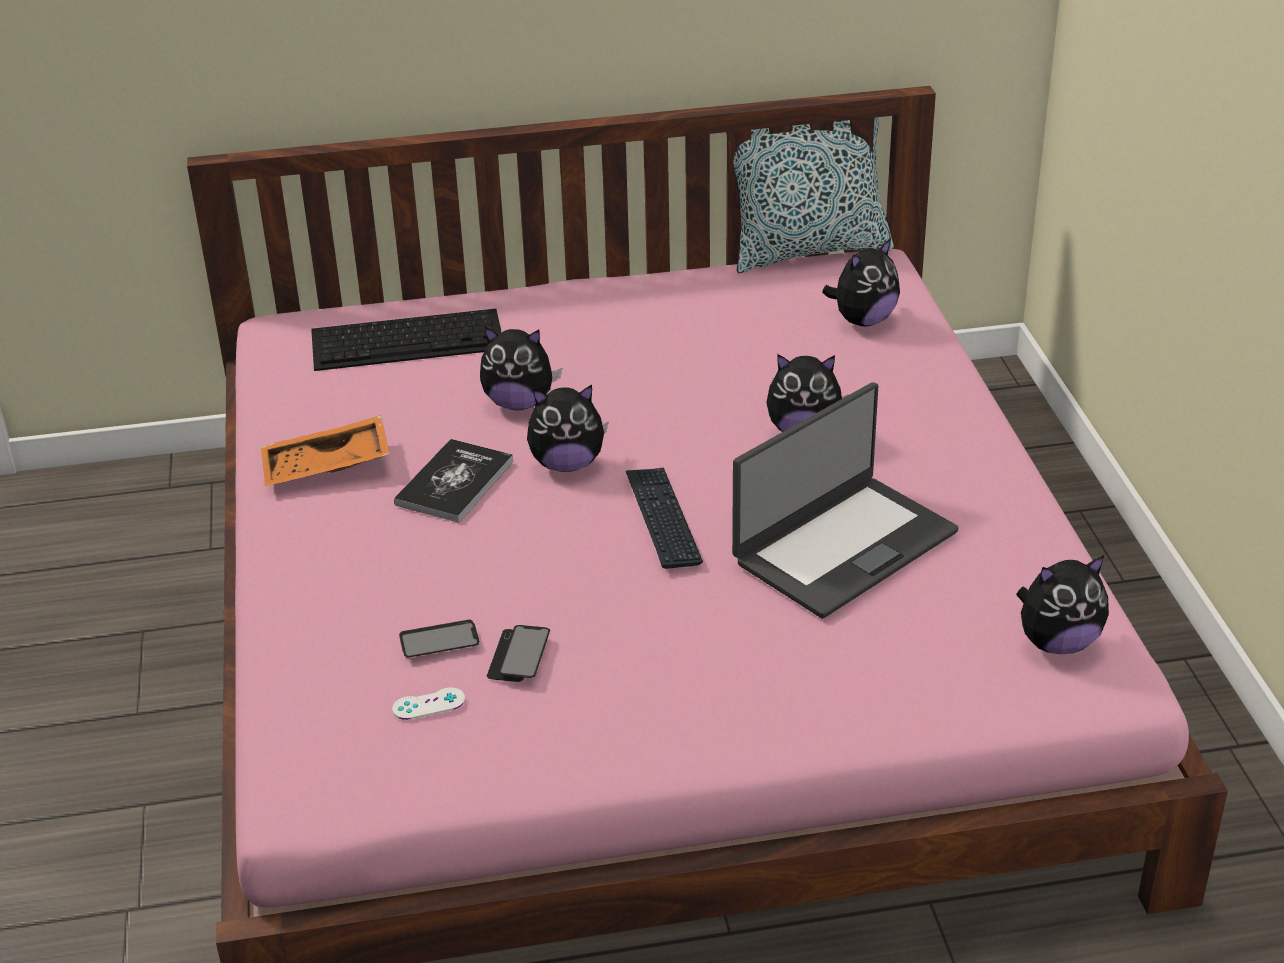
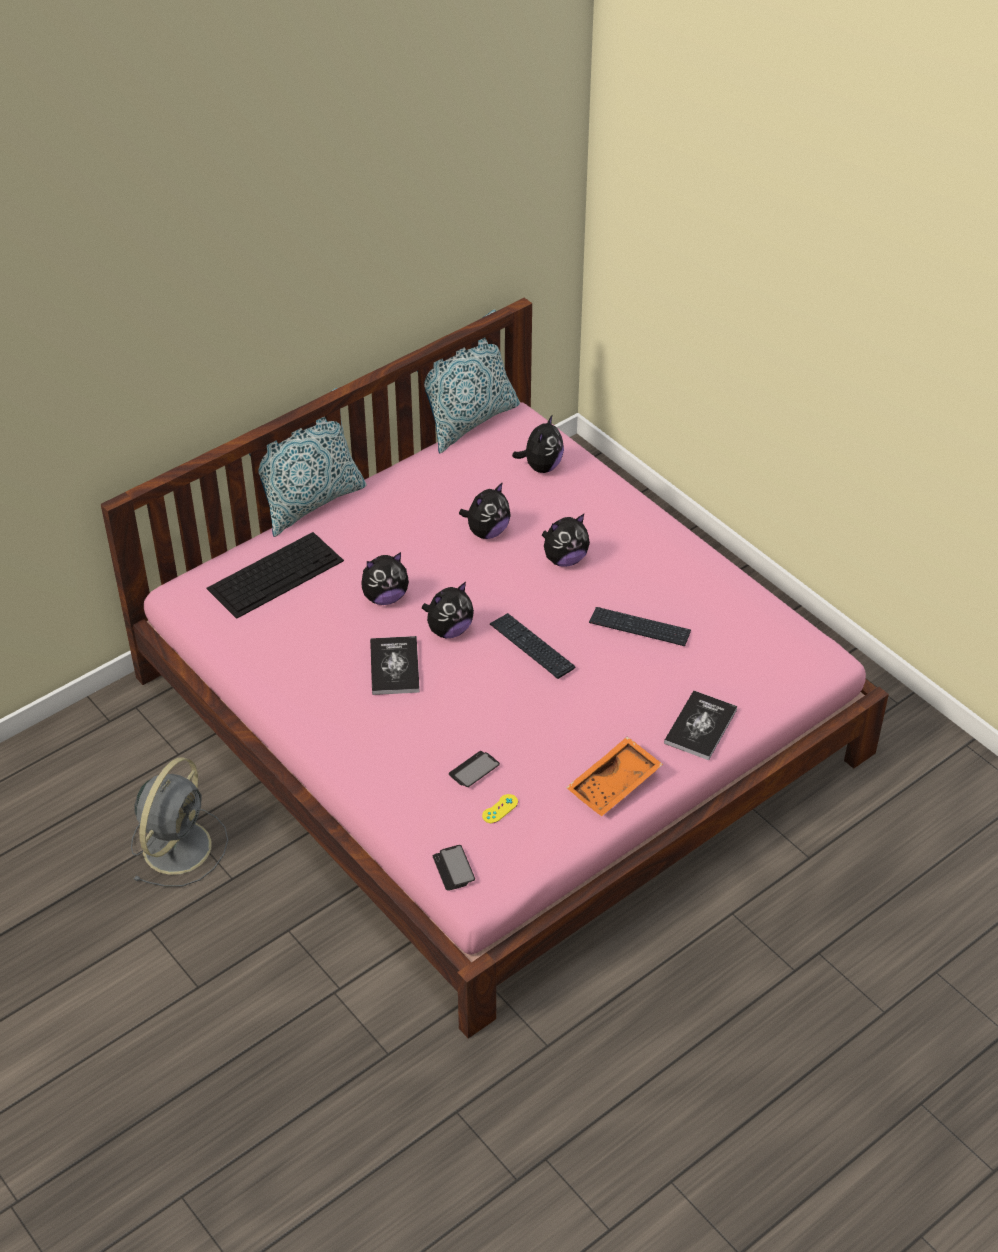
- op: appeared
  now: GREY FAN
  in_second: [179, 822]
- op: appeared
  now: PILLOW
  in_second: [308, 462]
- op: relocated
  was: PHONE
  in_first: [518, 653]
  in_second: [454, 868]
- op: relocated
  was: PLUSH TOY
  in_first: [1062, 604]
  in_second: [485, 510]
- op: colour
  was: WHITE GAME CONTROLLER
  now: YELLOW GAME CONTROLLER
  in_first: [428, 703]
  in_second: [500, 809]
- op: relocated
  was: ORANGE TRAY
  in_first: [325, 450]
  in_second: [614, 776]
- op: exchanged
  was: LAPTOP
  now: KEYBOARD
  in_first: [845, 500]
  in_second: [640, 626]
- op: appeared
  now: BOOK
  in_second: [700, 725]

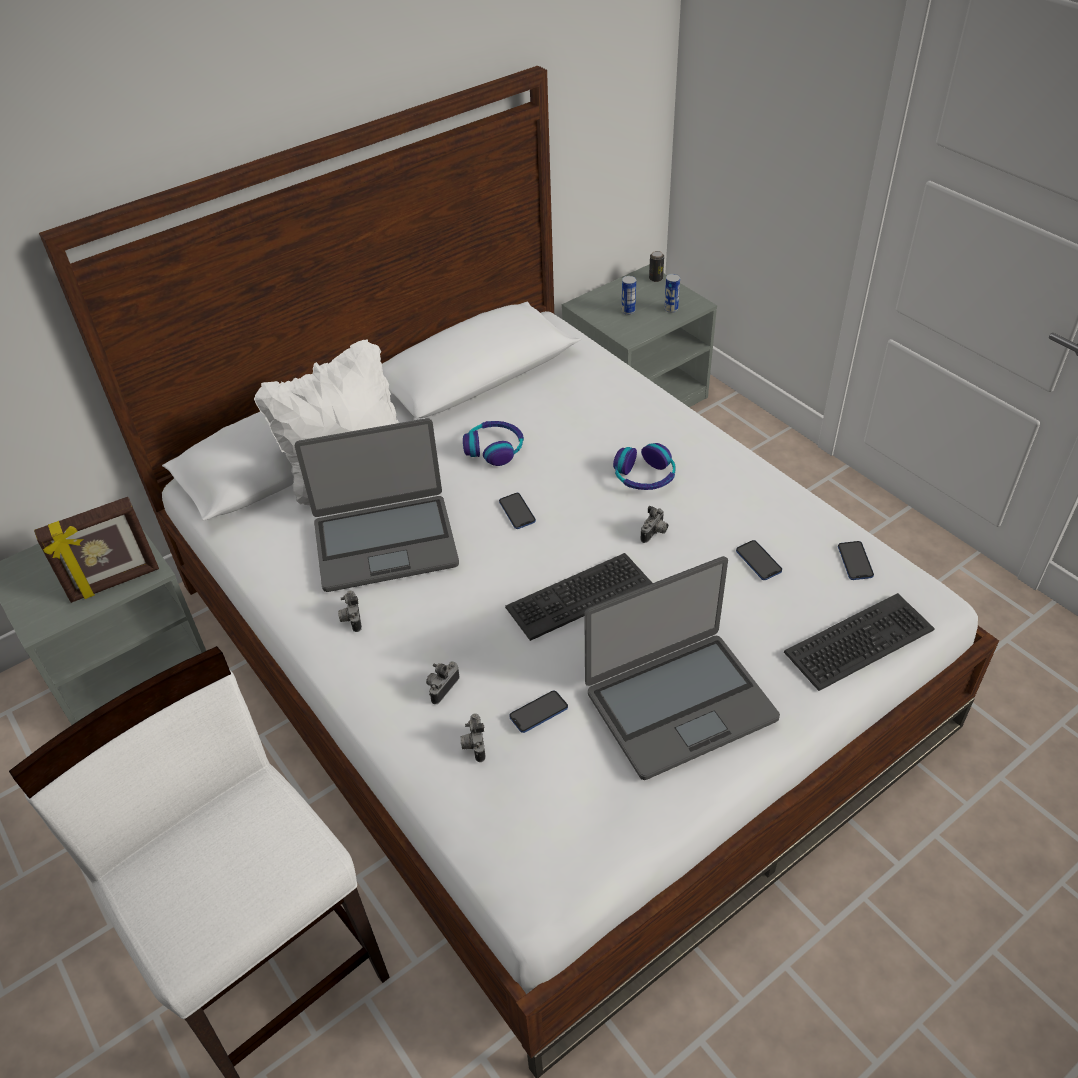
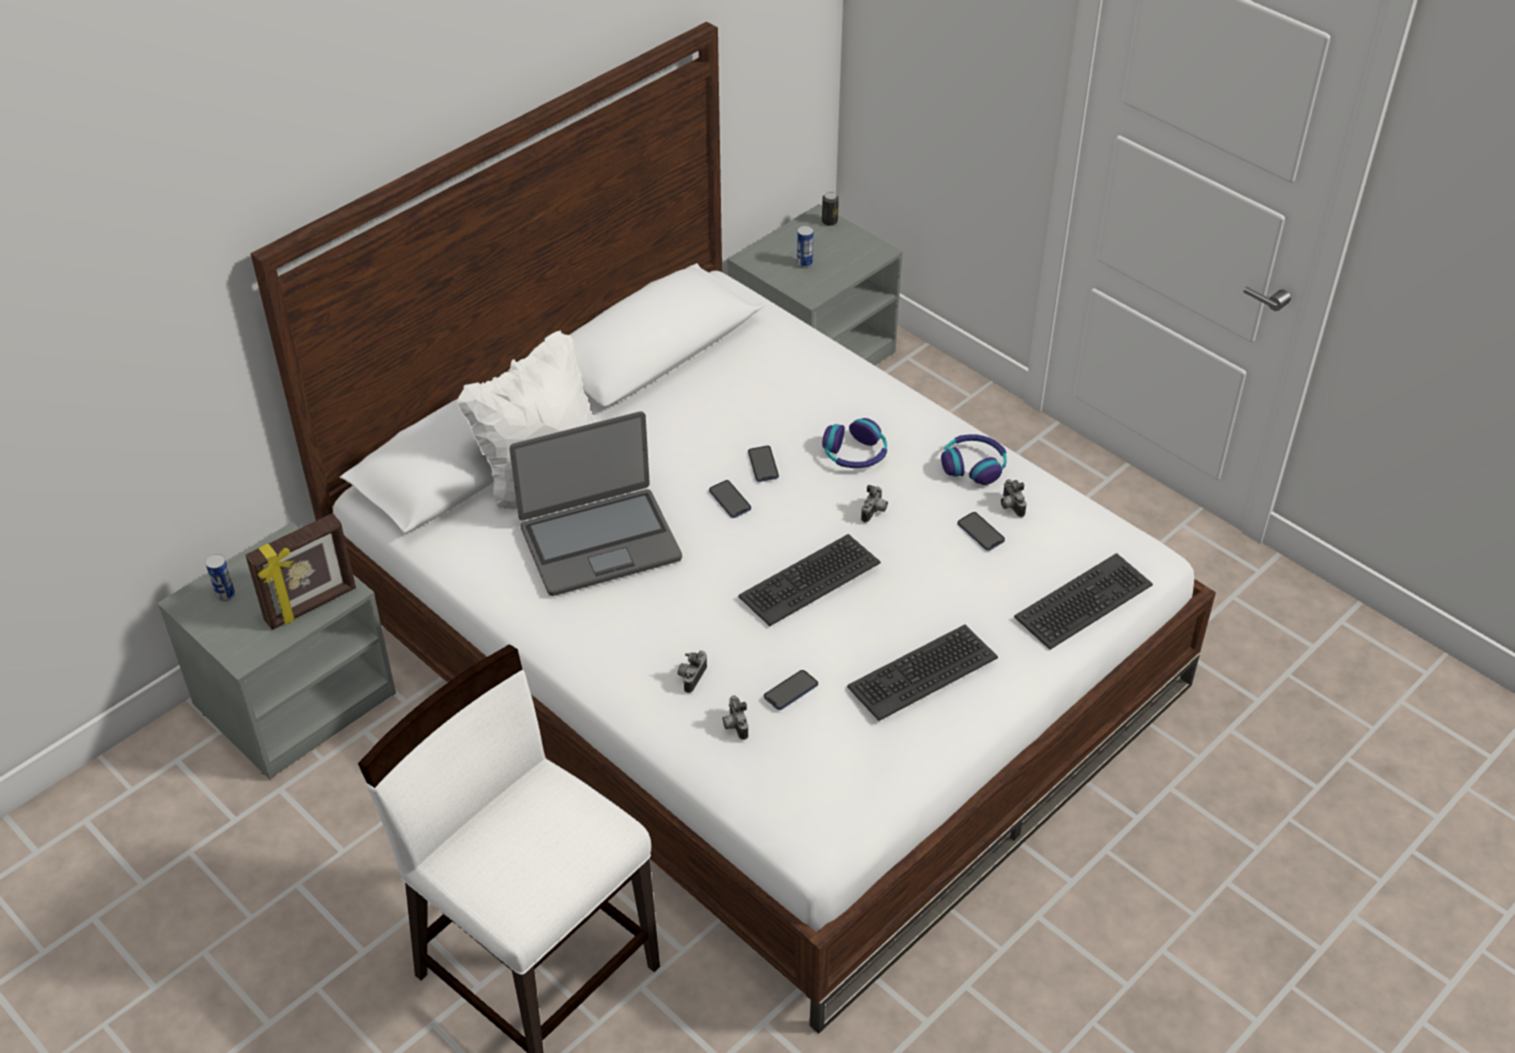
- op: relocated
  was: CAN
  in_first: [672, 293]
  in_second: [220, 577]
- op: relocated
  was: PHONE
  in_first: [856, 560]
  in_second: [763, 464]
- op: exchanged
  was: LAPTOP
  now: KEYBOARD
  in_first: [682, 668]
  in_second: [922, 672]
- op: relocated
  was: HEADPHONES
  in_first: [493, 443]
  in_second: [974, 459]
- op: relocated
  was: PHOTO CAMERA
  in_first: [350, 611]
  in_second: [1014, 498]

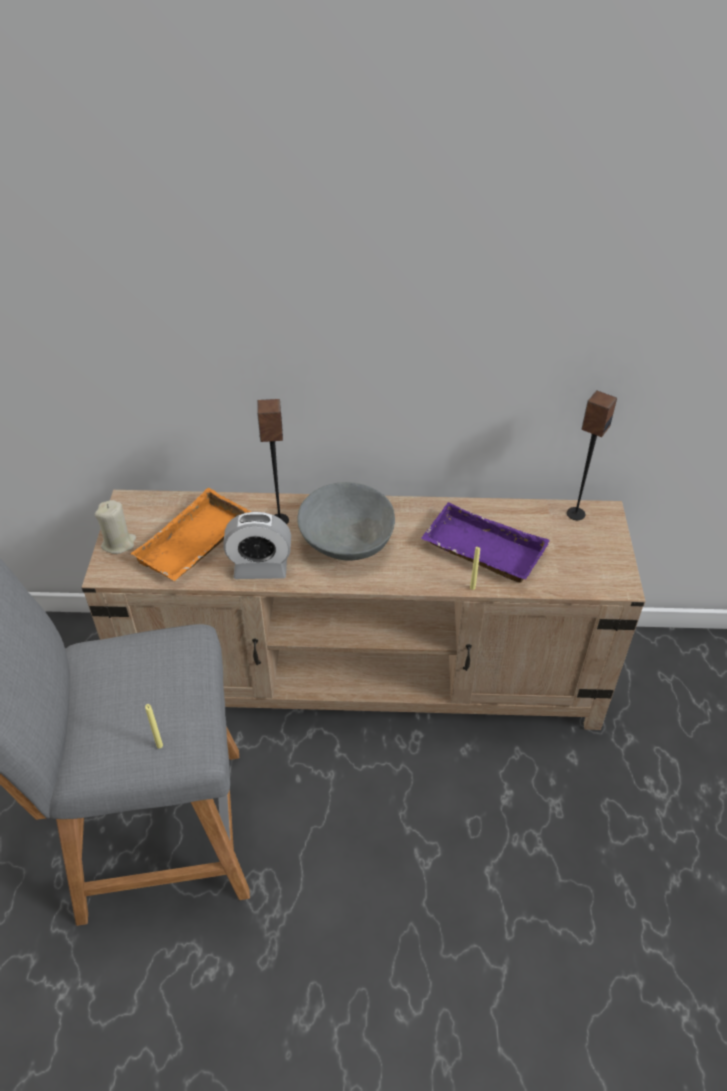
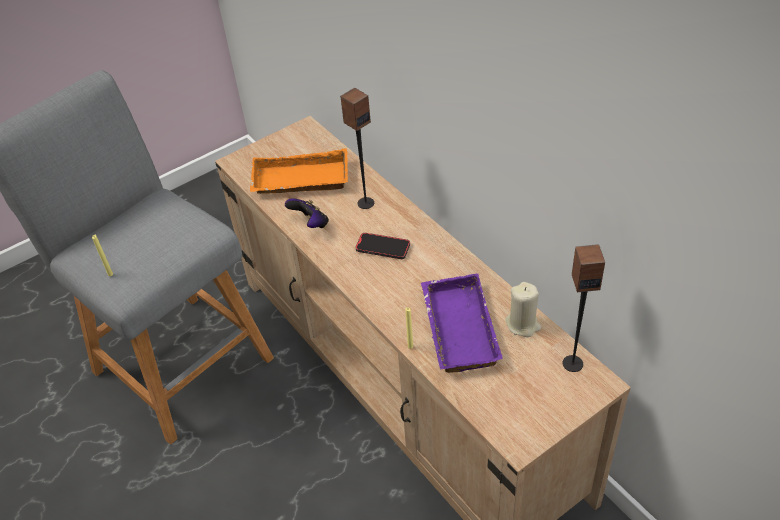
- op: exchanged
  was: ALARM CLOCK
  now: GAME CONTROLLER
  in_first: [257, 545]
  in_second: [307, 213]
- op: exchanged
  was: GREY BOWL
  now: PHONE
  in_first: [346, 521]
  in_second: [383, 246]
- op: relocated
  was: BEIGE CANDLE
  in_first: [115, 527]
  in_second: [523, 309]

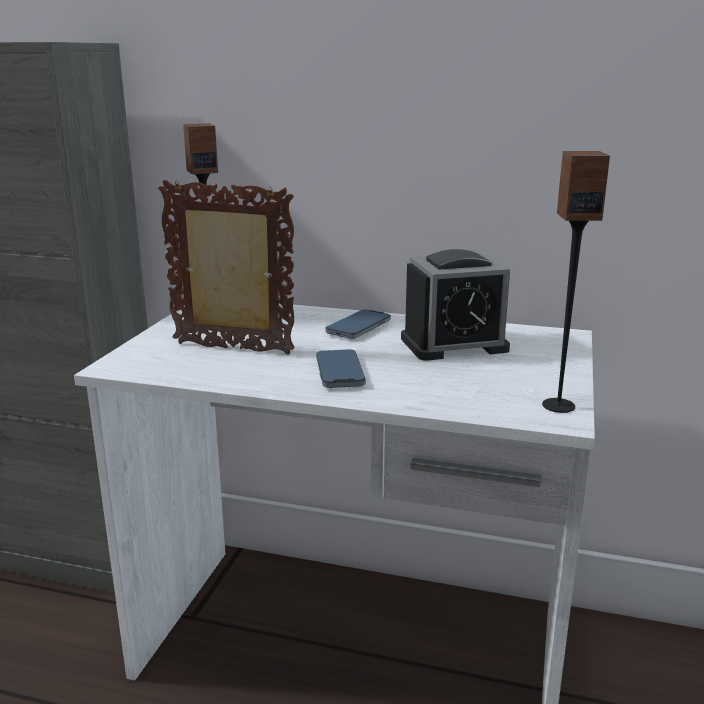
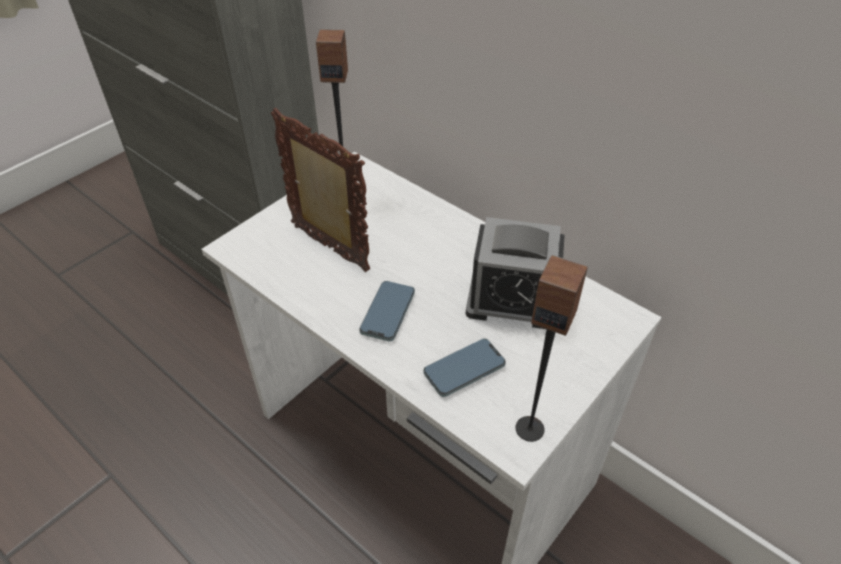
- op: relocated
  was: PHONE
  in_first: [358, 324]
  in_second: [464, 368]

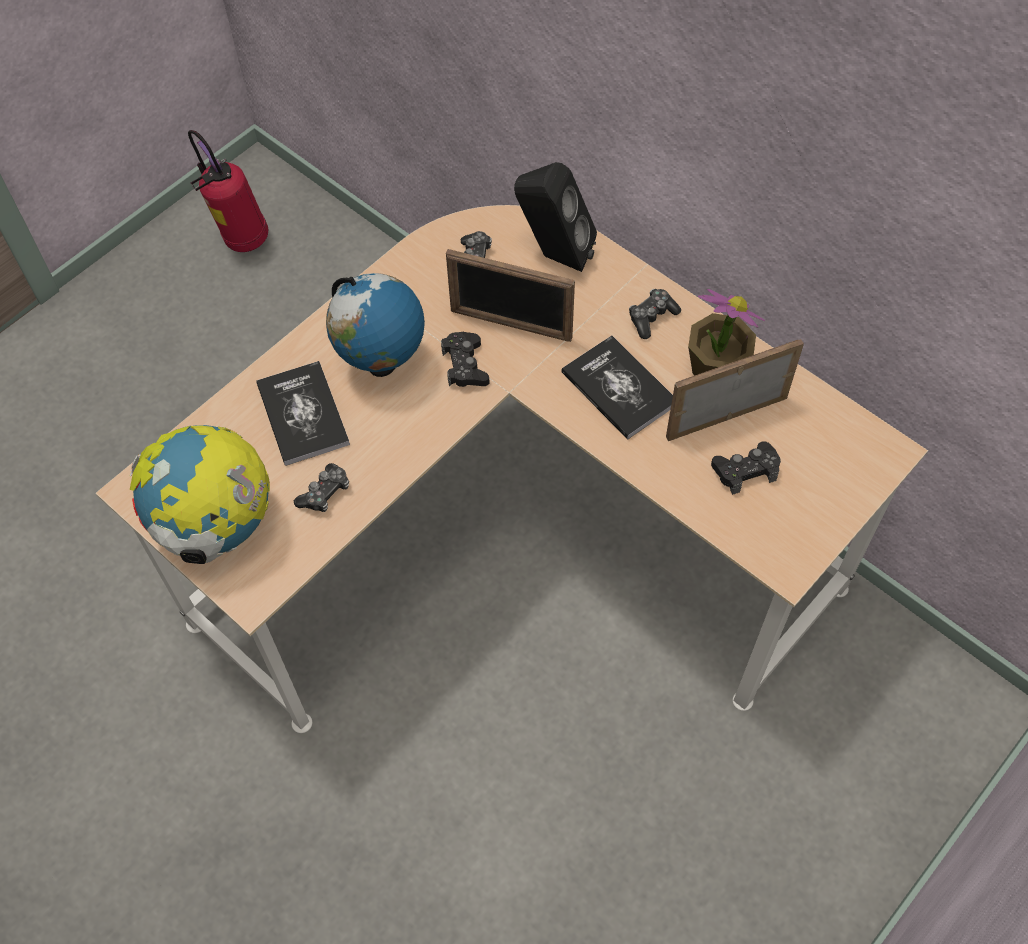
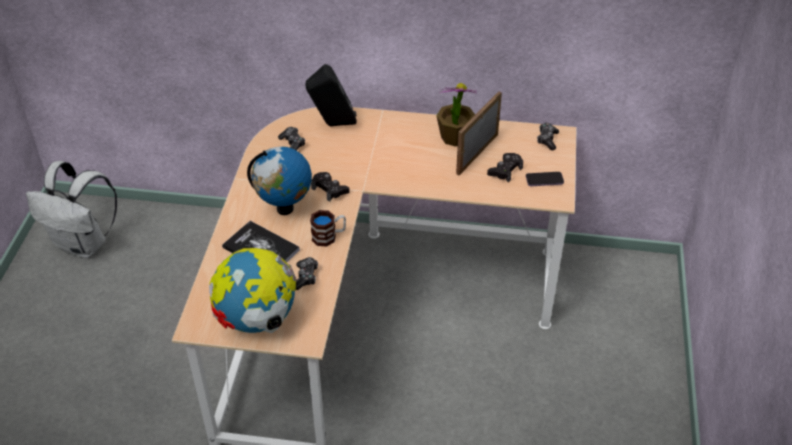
- op: exchanged
  was: FIRE EXTINGUISHER
  now: WHITE BACKPACK
  in_first: [228, 191]
  in_second: [71, 209]
- op: appeared
  now: MUG
  in_second: [328, 228]
- op: appeared
  now: PHONE
  in_second: [545, 179]
- op: relocated
  was: GAME CONTROLLER
  in_first: [655, 314]
  in_second: [548, 136]
- op: missing
  was: PICTURE FRAME
  in_first: [510, 295]
- op: missing
  was: BOOK
  in_first: [617, 387]

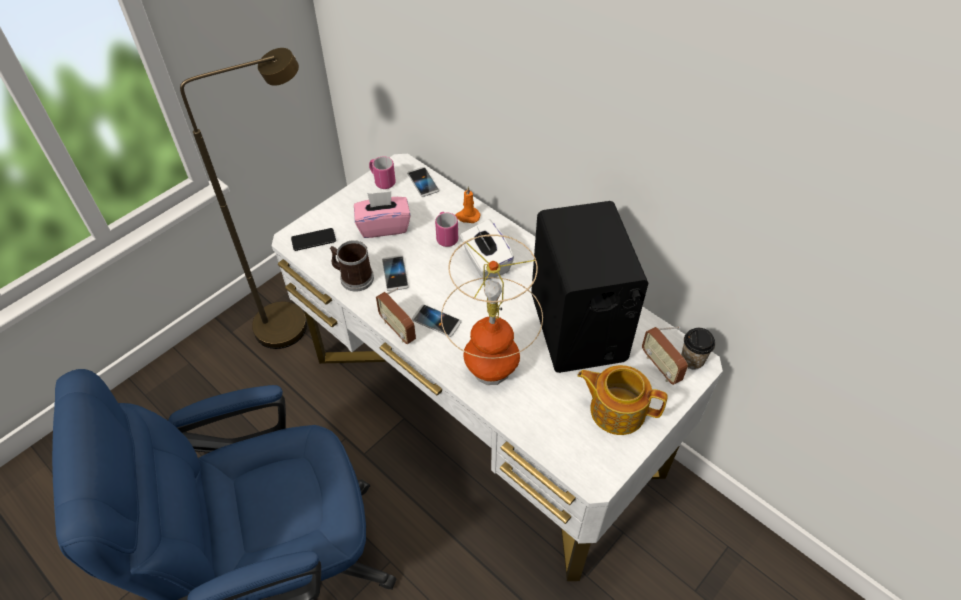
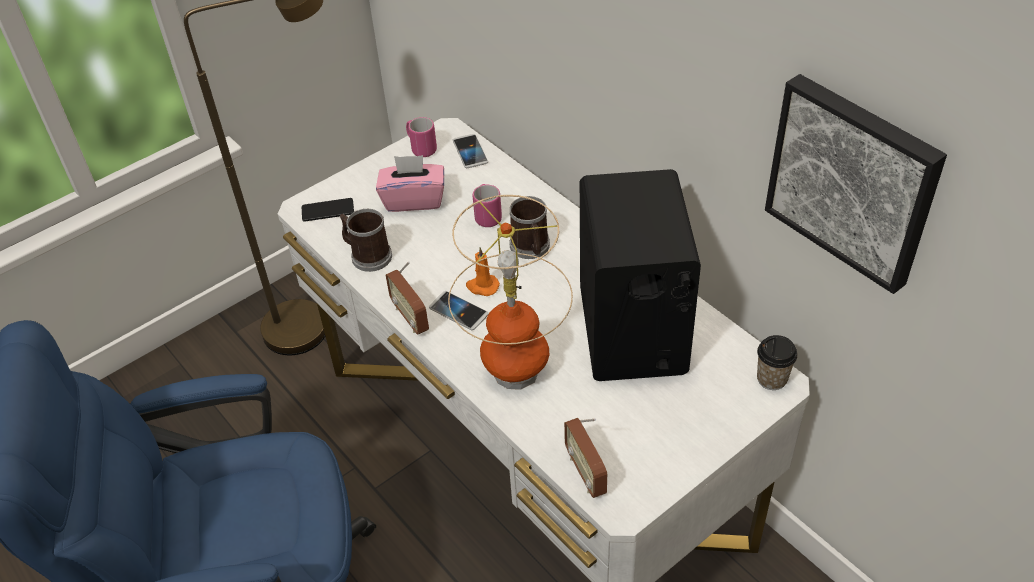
- op: relocated
  was: ORANGE CANDLE
  in_first: [467, 204]
  in_second: [483, 271]
- op: exchanged
  was: WHITE TISSUE BOX
  now: MUG
  in_first: [487, 249]
  in_second: [530, 227]
- op: relocated
  was: RADIO
  in_first: [665, 356]
  in_second: [585, 458]
- op: appeared
  now: PICTURE
  in_second: [856, 184]
- op: missing
  was: PHONE
  in_first: [395, 273]
- op: missing
  was: TEAPOT
  in_first: [622, 400]

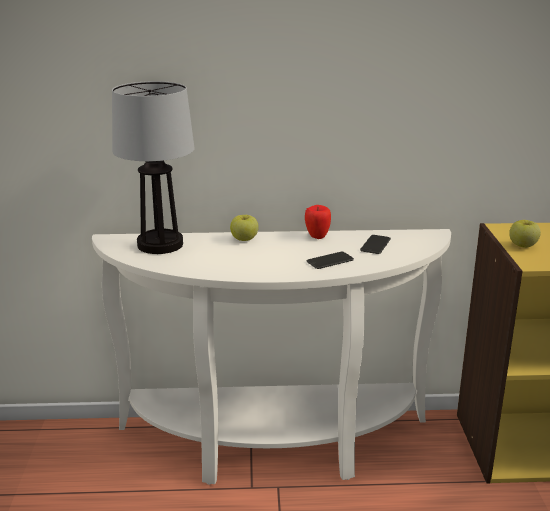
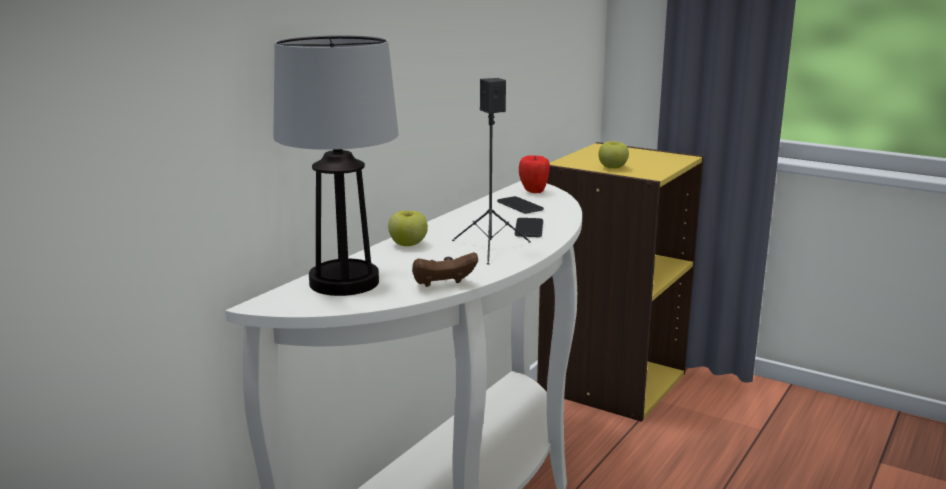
- op: appeared
  now: BROWN GAME CONTROLLER
  in_second: [445, 269]
- op: appeared
  now: BLACK SPEAKER
  in_second: [491, 171]
- op: relocated
  was: APPLE
  in_first: [318, 222]
  in_second: [534, 174]

